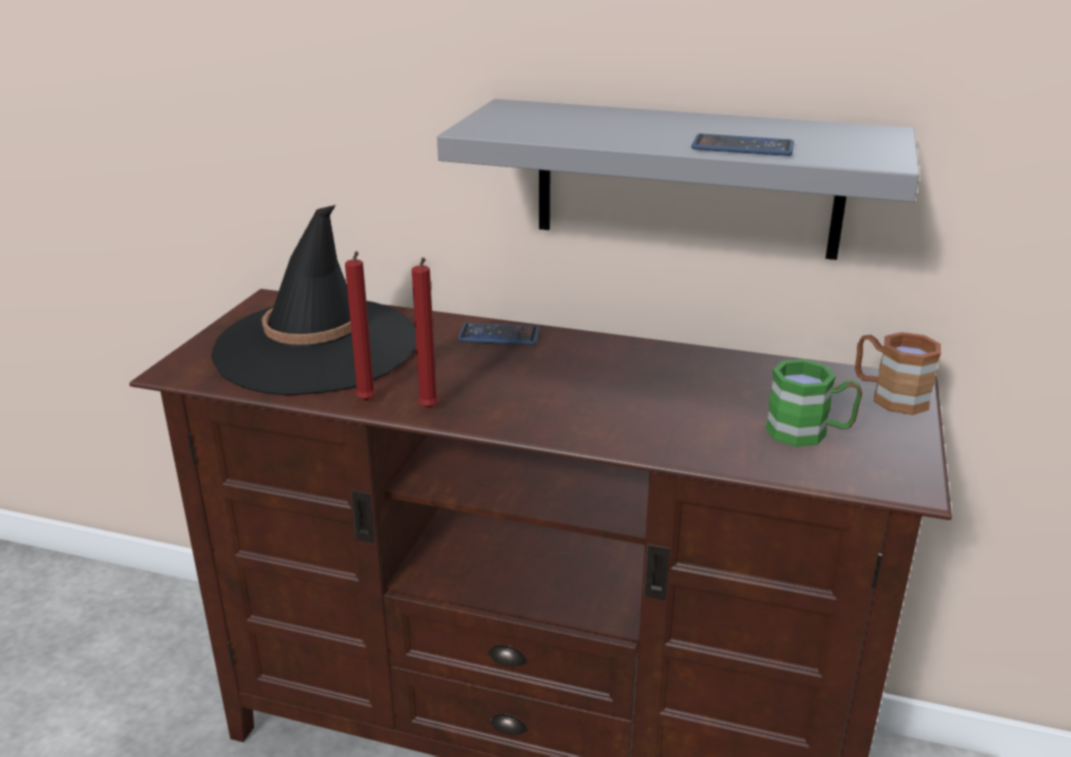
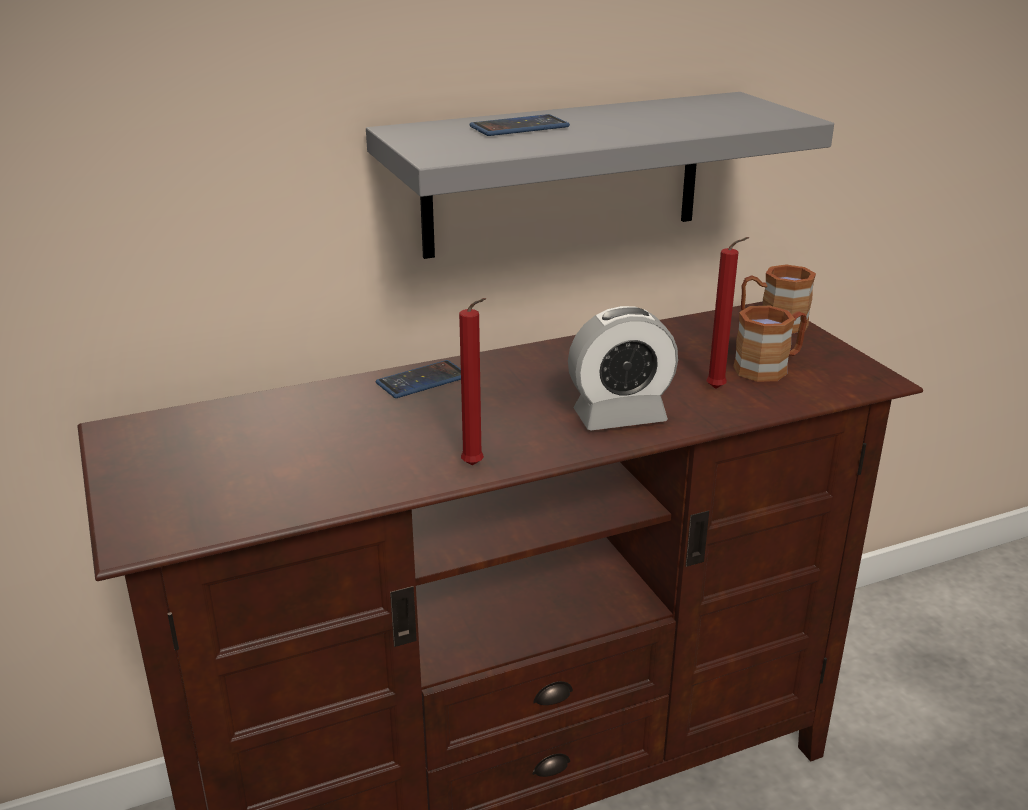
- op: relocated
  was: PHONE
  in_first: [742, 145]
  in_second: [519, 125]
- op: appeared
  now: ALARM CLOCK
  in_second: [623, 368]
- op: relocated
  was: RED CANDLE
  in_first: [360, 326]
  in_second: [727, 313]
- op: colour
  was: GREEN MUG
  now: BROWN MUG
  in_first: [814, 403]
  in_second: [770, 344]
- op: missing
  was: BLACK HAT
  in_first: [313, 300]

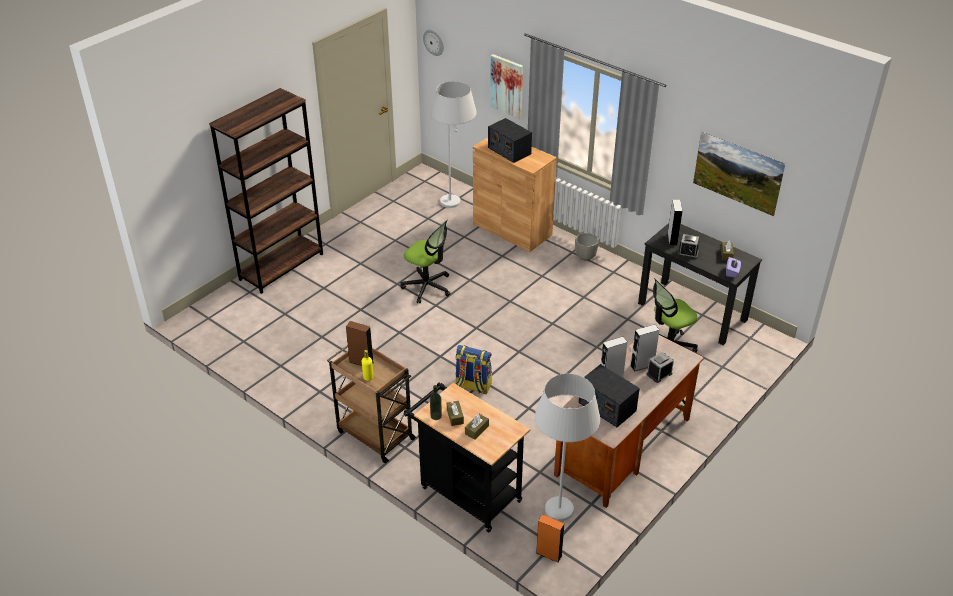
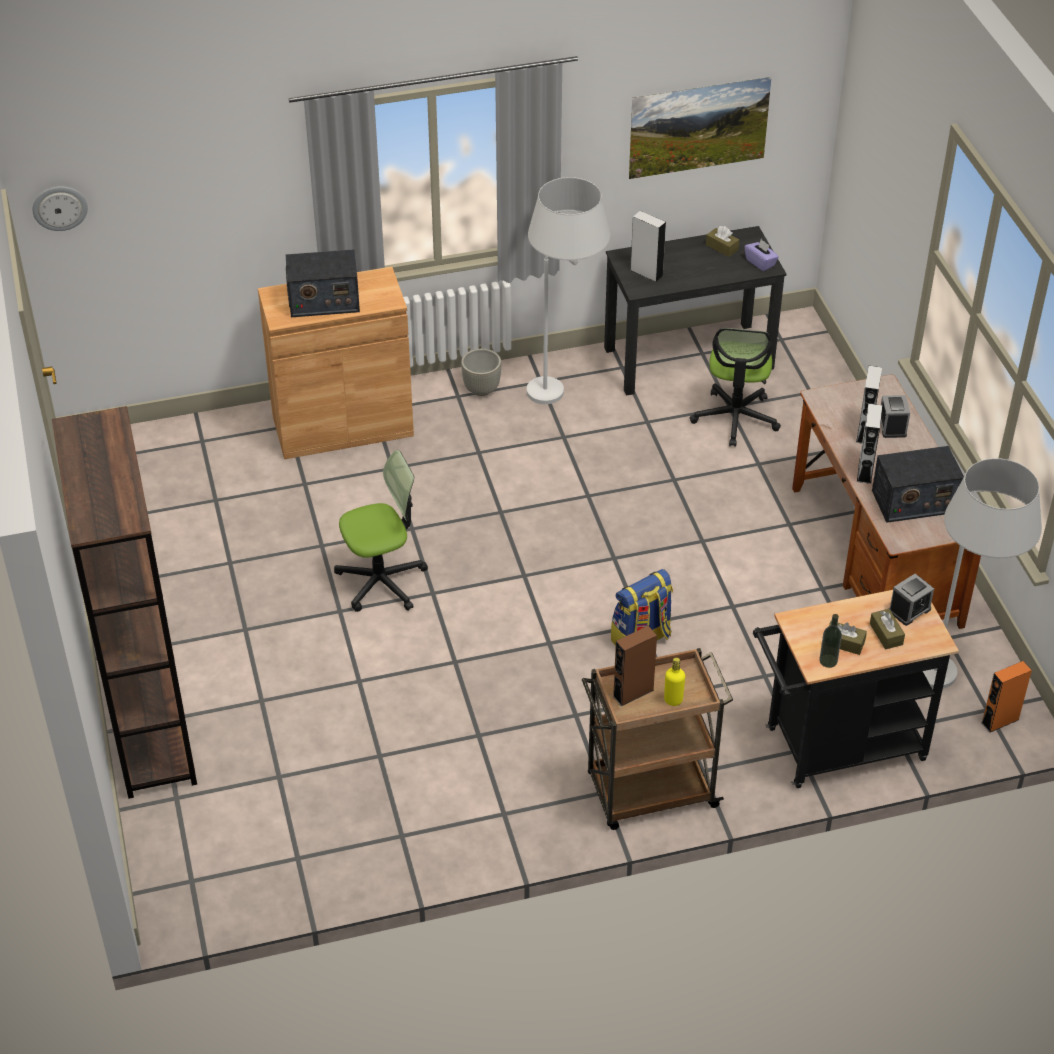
- op: relocated
  was: WHITE FLOOR LAMP
  in_first: [454, 144]
  in_second: [568, 290]
- op: relocated
  was: ALARM CLOCK
  in_first: [688, 246]
  in_second: [911, 600]
- op: missing
  was: PICTURE
  in_first: [506, 86]

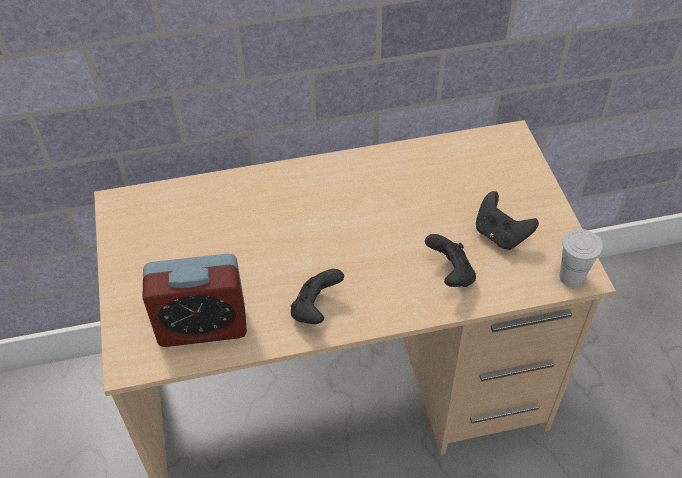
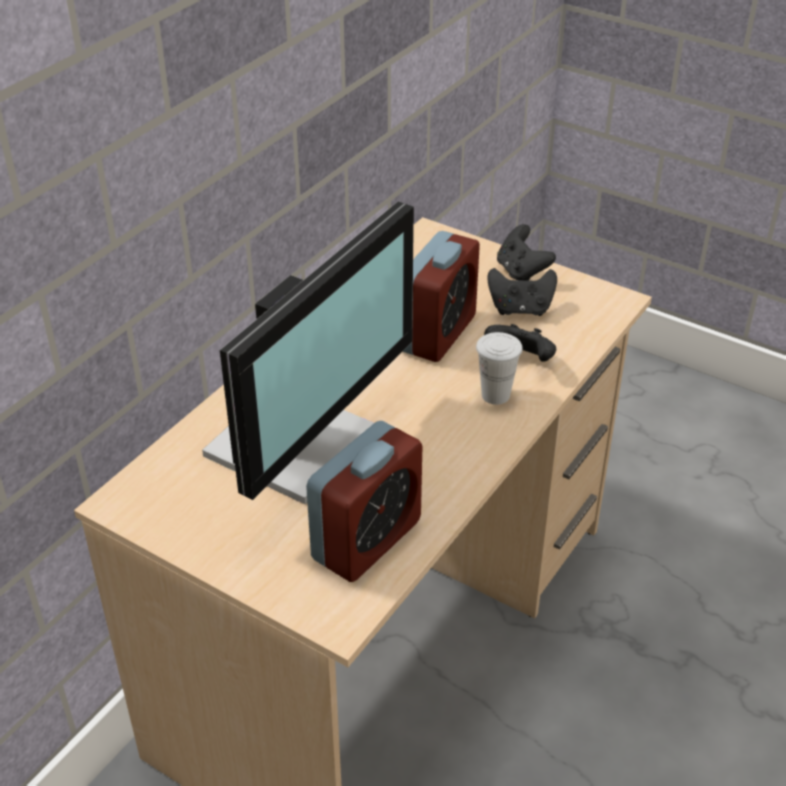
- op: appeared
  now: MONITOR
  in_second: [308, 353]
- op: appeared
  now: ALARM CLOCK
  in_second: [441, 296]
- op: relocated
  was: WHITE CUP
  in_first: [581, 258]
  in_second: [499, 368]
- op: relocated
  was: BLACK GAME CONTROLLER
  in_first: [317, 296]
  in_second: [526, 252]

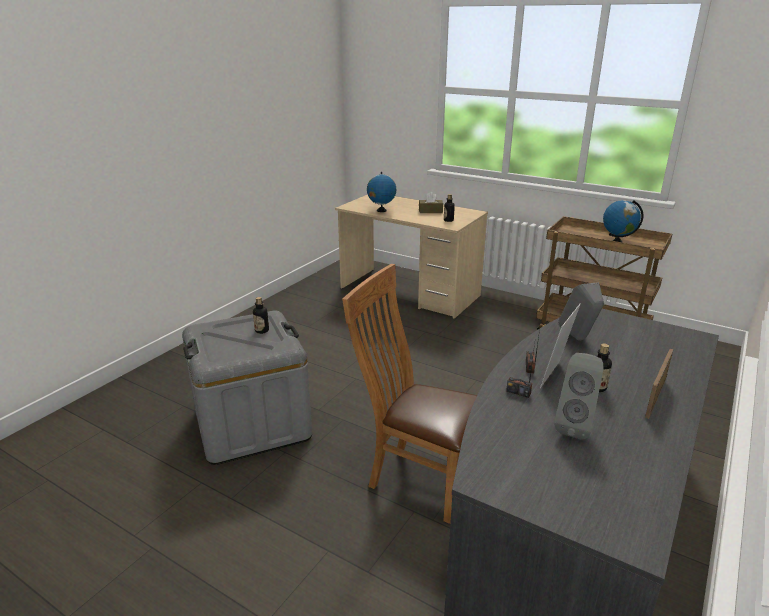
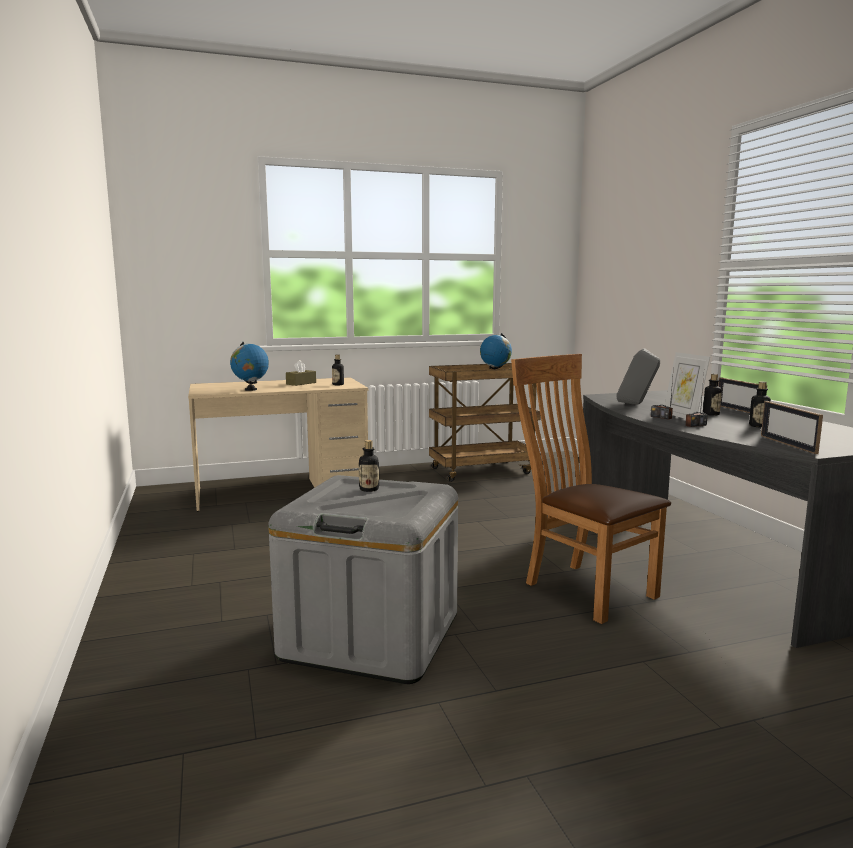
- op: spun
  was: BROWN CHAIR
  in_first: [409, 394]
  in_second: [591, 489]
  clockwise: 75
- op: exchanged
  was: GREY SPEAKER
  now: BOTTLE
  in_first: [579, 396]
  in_second: [760, 404]
- op: appeared
  now: PICTURE FRAME
  in_second: [792, 427]

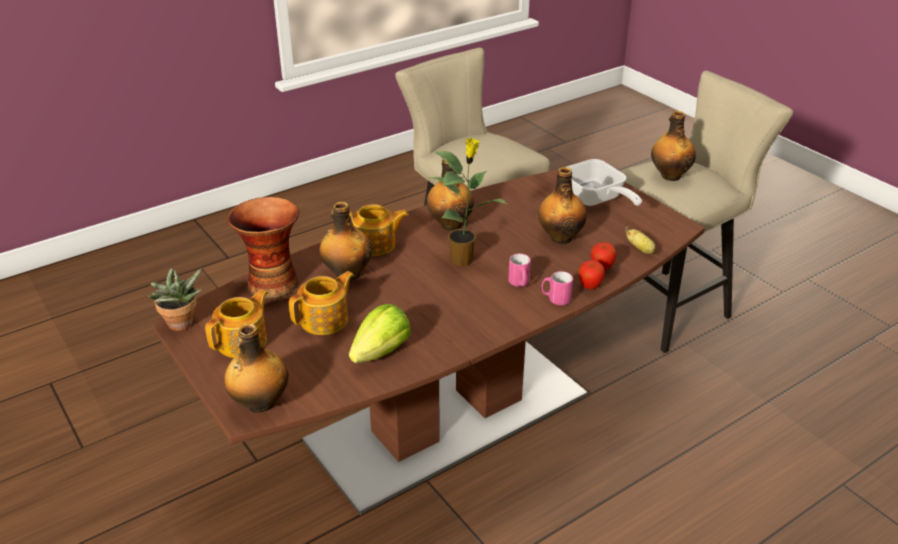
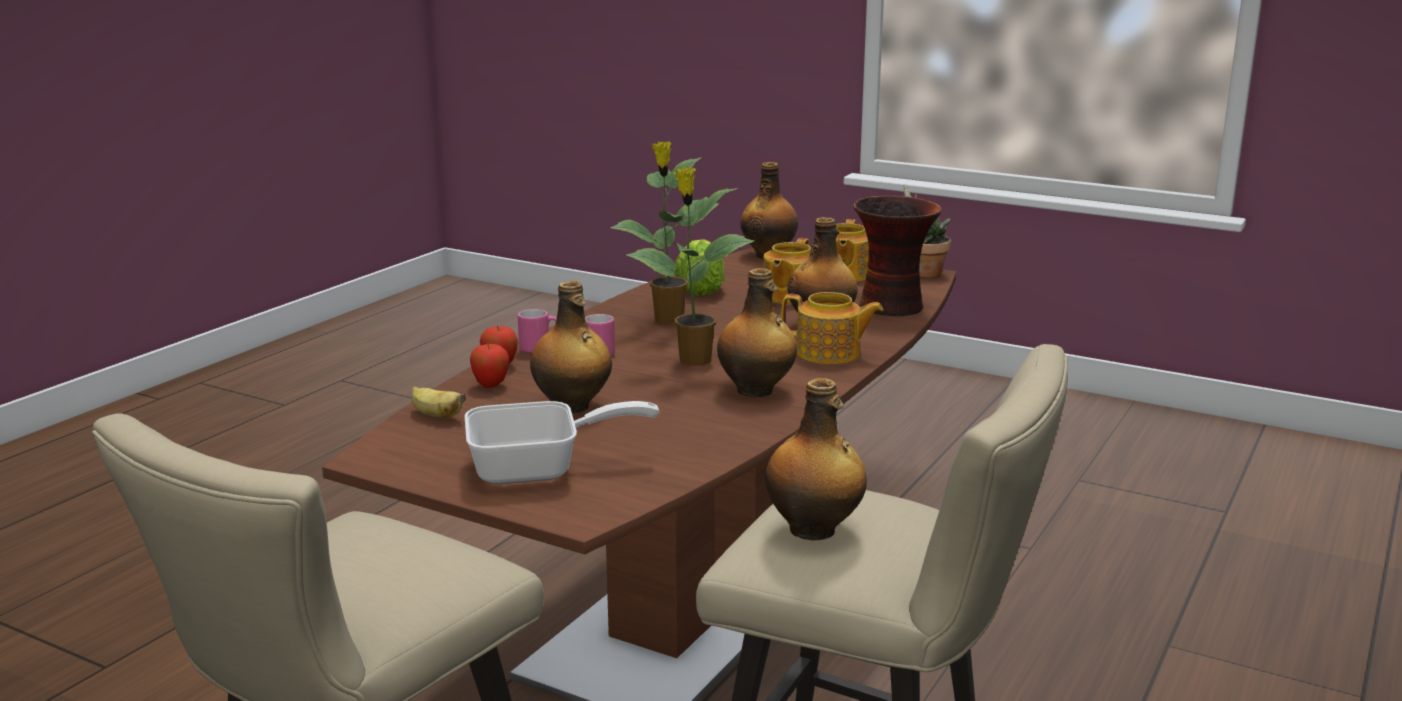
- op: spun
  was: FRYING PAN
  in_first: [604, 182]
  in_second: [562, 442]
  clockwise: 135
- op: appeared
  now: POTTED PLANT
  in_second: [664, 233]
- op: relocated
  was: BOTTLE
  in_first: [673, 146]
  in_second: [816, 459]
- op: spun
  was: TEAPOT
  in_first: [379, 230]
  in_second: [832, 328]
  clockwise: -135

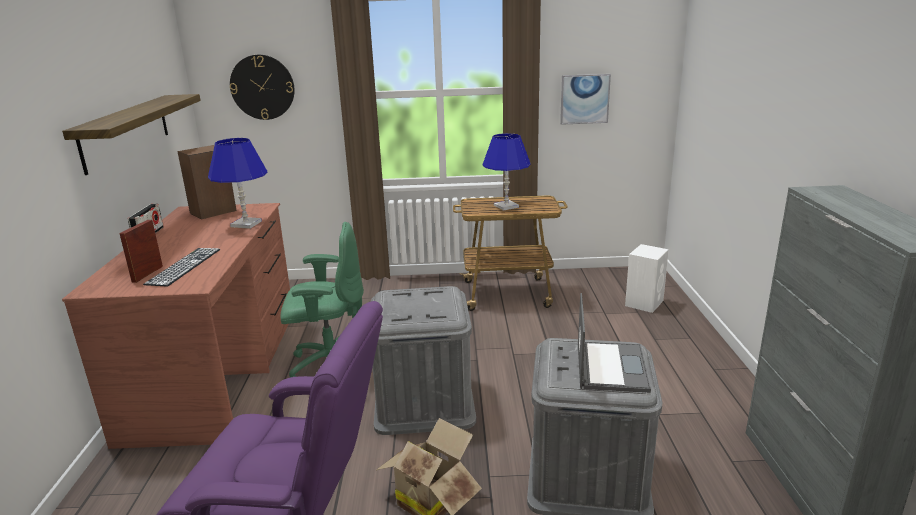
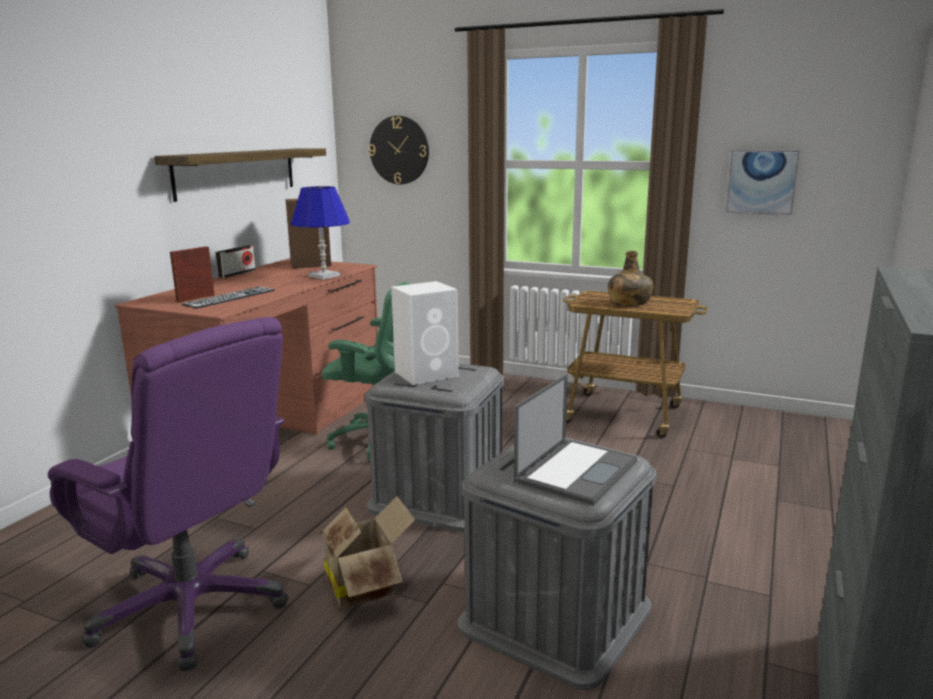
- op: relocated
  was: WHITE SPEAKER
  in_first: [647, 278]
  in_second: [425, 333]
- op: exchanged
  was: BLUE TABLE LAMP
  now: GREEN BOTTLE
  in_first: [507, 172]
  in_second: [631, 278]

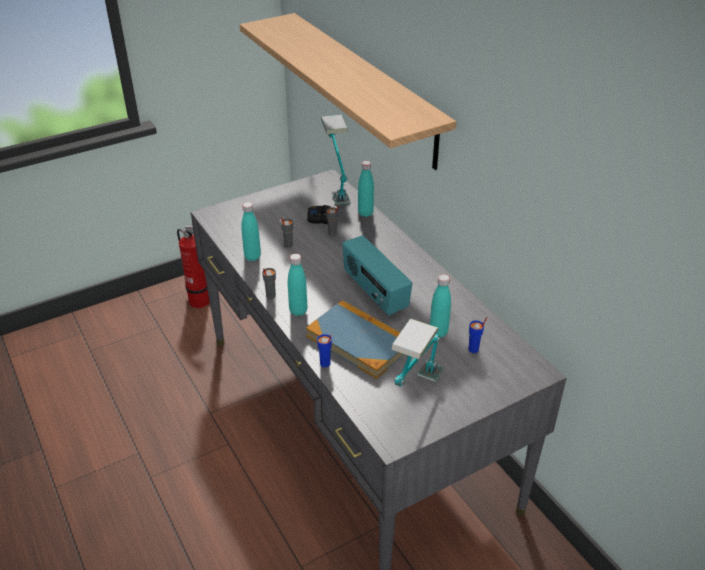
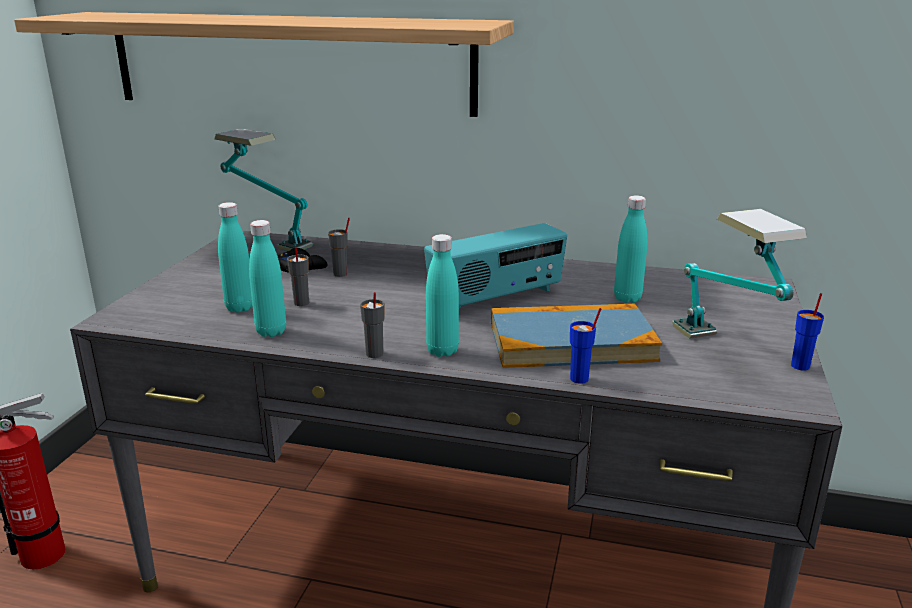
- op: relocated
  was: TURQUOISE BOTTLE
  in_first: [366, 189]
  in_second: [235, 257]
- op: spun
  was: RADIO
  in_first: [377, 275]
  in_second: [495, 266]
  clockwise: -45
- op: relocated
  was: BLUE CUP
  in_first: [478, 335]
  in_second: [807, 331]

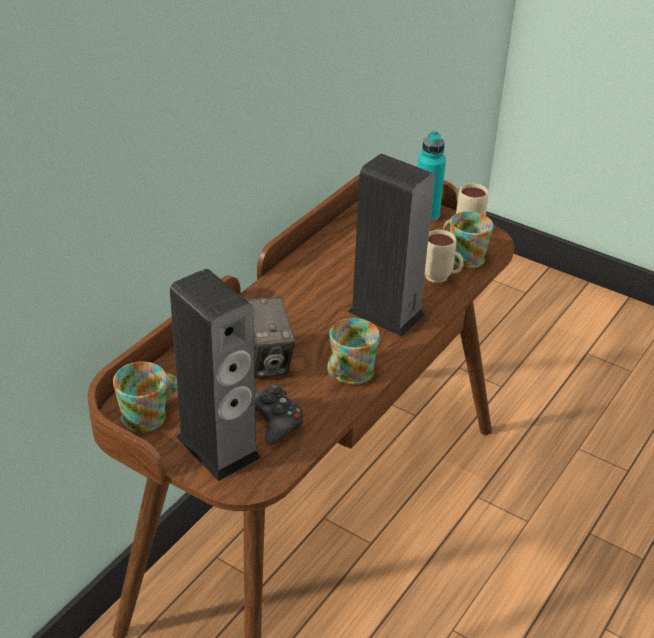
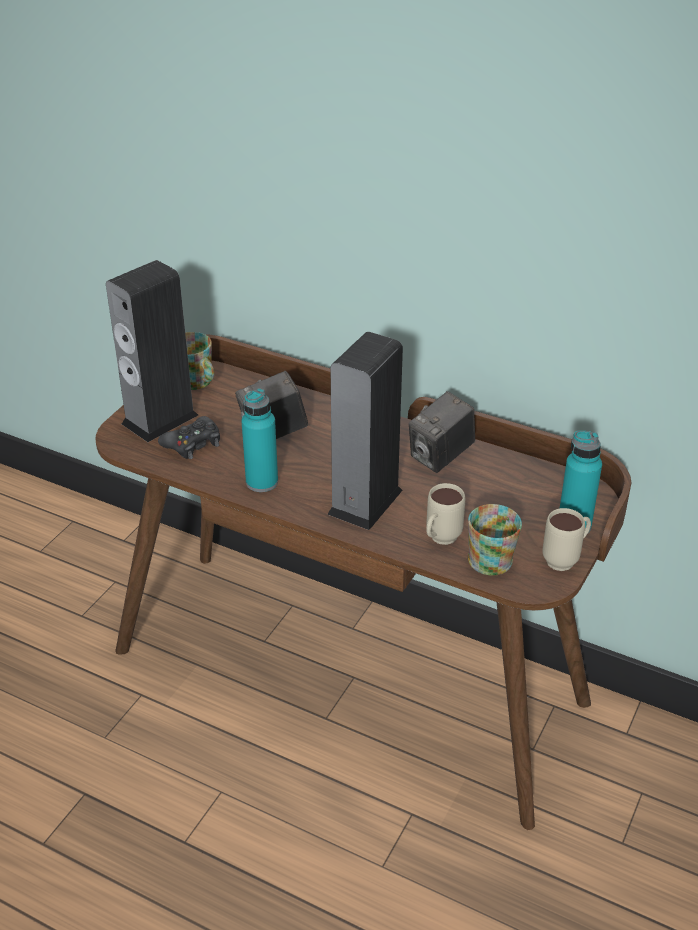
- op: exchanged
  was: MUG
  now: TURQUOISE BOTTLE
  in_first: [353, 351]
  in_second: [259, 440]
- op: appeared
  now: PHOTO CAMERA
  in_second: [442, 432]

